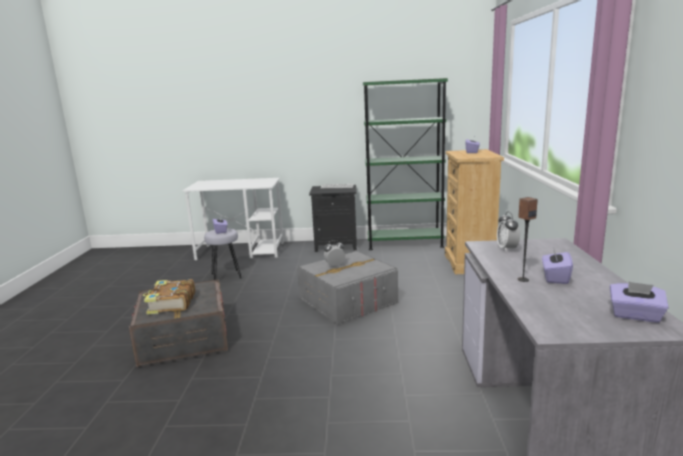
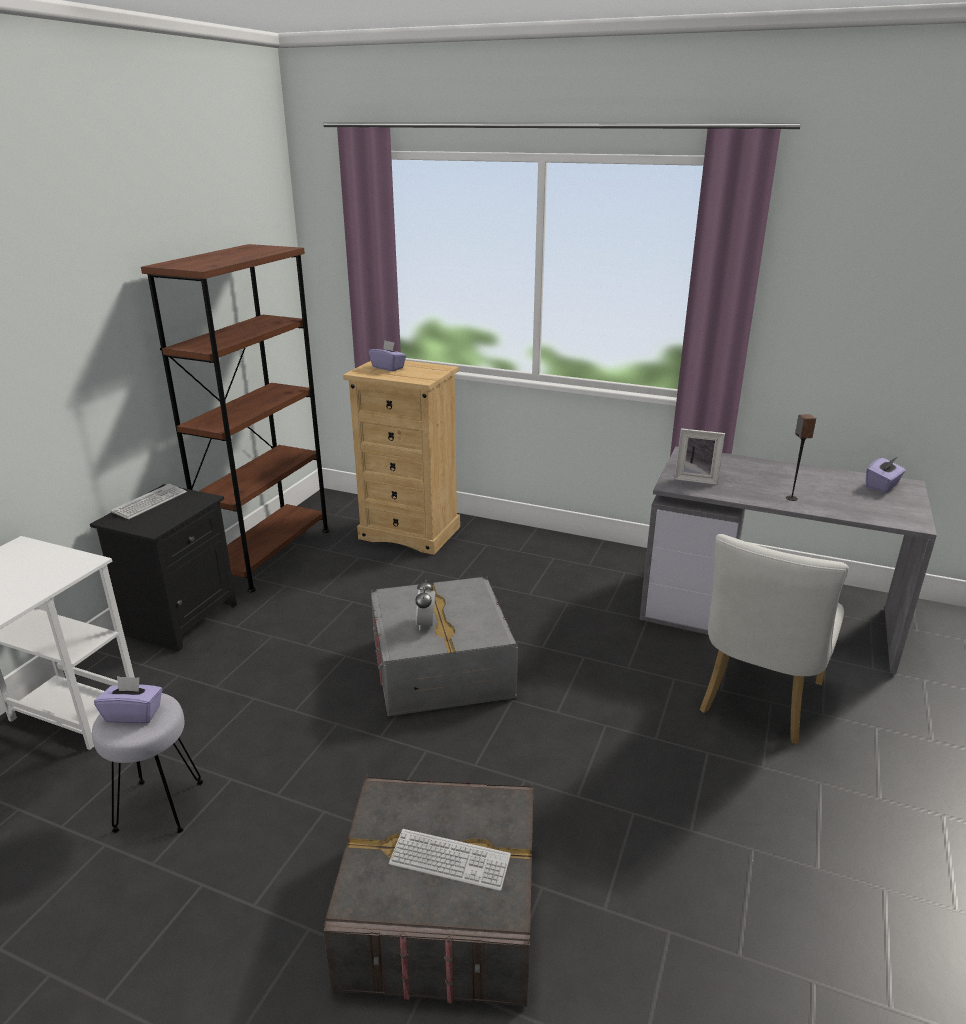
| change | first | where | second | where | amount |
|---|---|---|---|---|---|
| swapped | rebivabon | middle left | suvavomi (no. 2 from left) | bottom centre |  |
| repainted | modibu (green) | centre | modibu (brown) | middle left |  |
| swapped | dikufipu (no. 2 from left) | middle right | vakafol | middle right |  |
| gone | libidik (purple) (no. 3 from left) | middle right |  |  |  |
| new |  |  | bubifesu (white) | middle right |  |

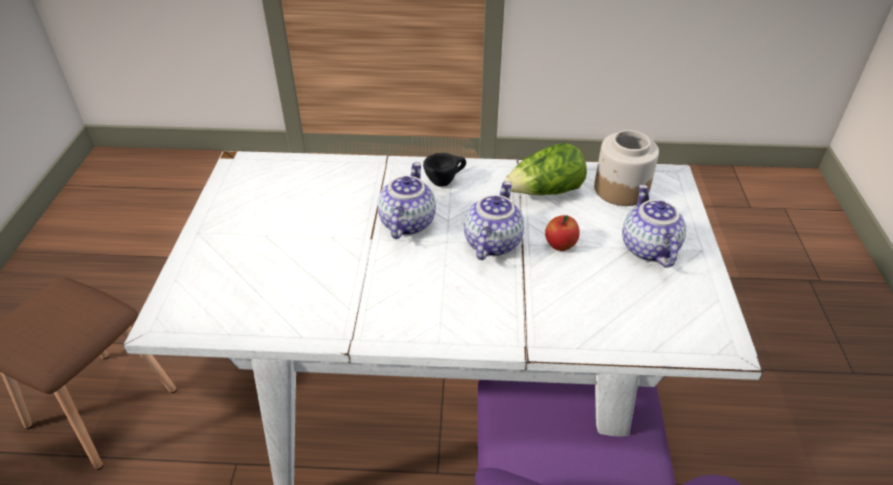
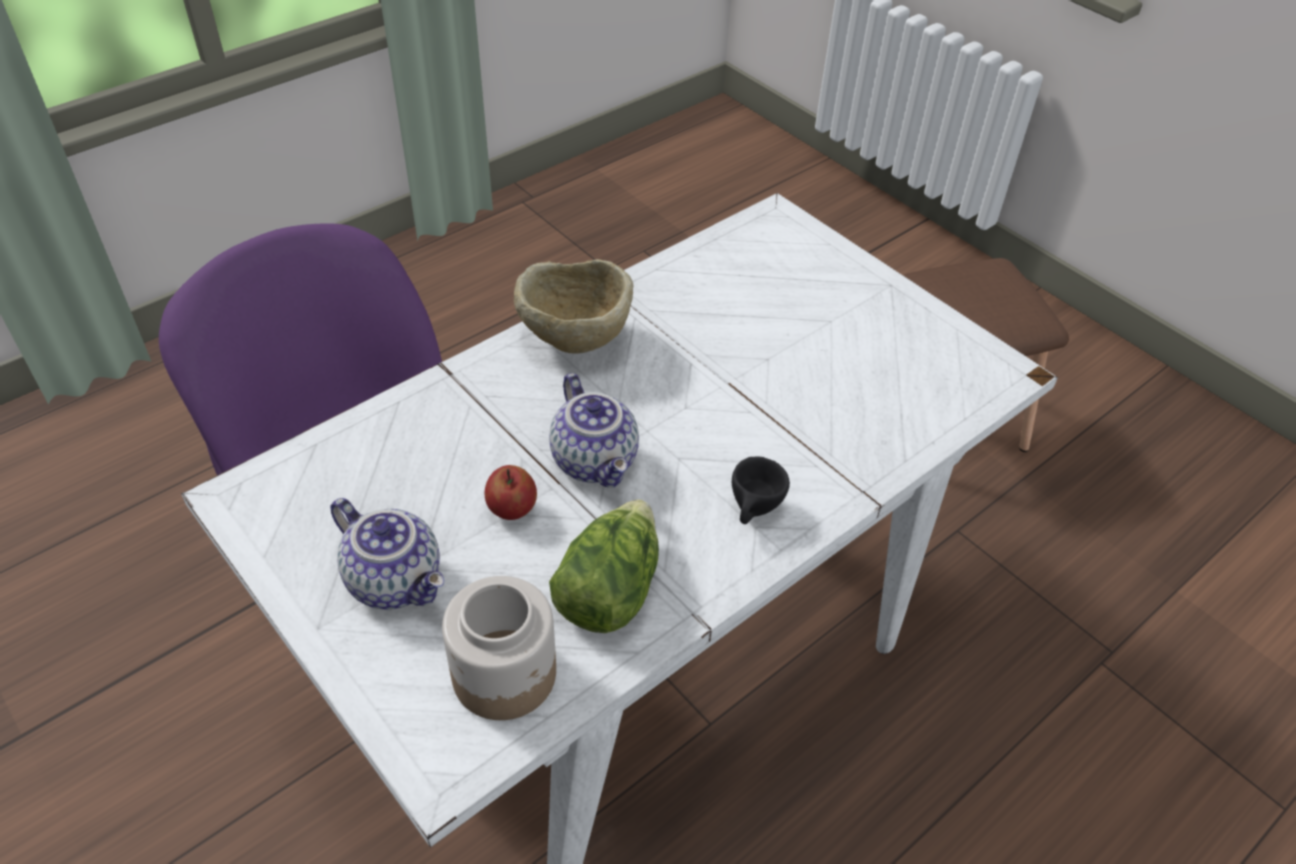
| change | first | where | second | where | amount |
|---|---|---|---|---|---|
| gone | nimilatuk (no. 1 from left) | centre |  |  |  |
| new |  |  | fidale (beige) | centre |  |

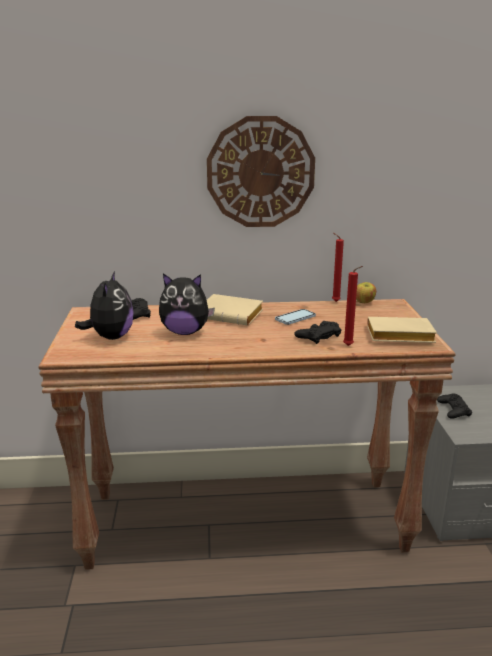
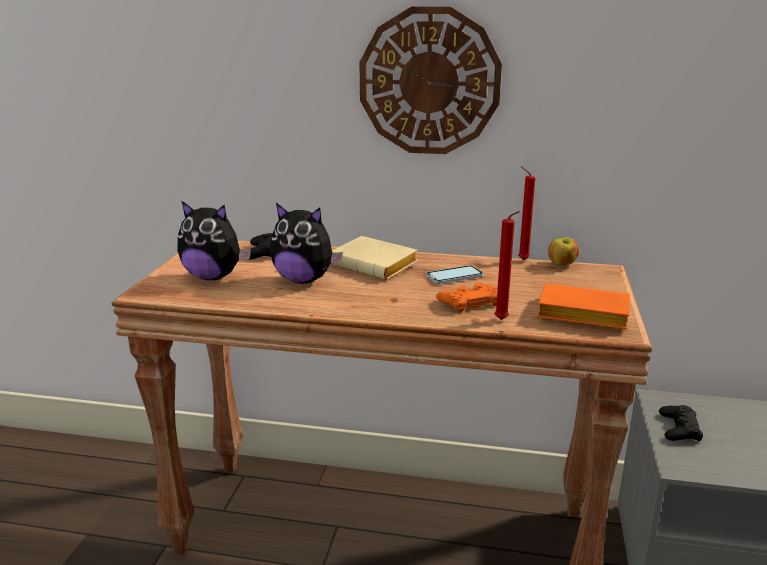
| change | first | where | second | where | amount |
|---|---|---|---|---|---|
| rotated | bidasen (no. 1 from left) | middle left |  | middle left | 90 degrees clockwise |
| repainted | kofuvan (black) (no. 2 from left) | centre | kofuvan (orange) | centre |  |
| repainted | rebivabon (beige) (no. 2 from left) | middle right | rebivabon (orange) | middle right |  |

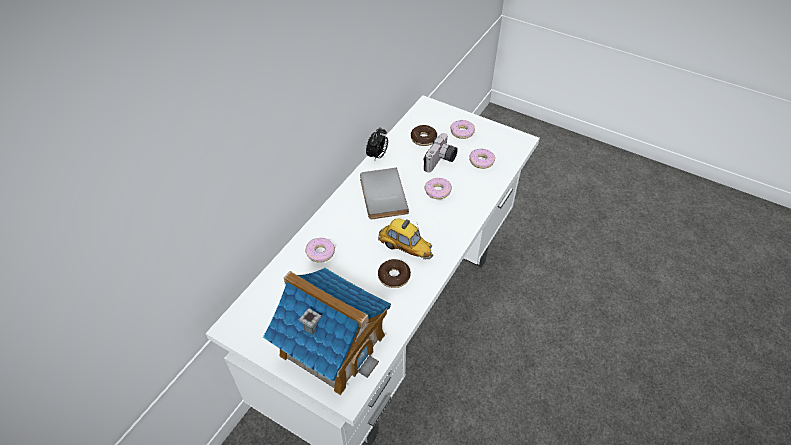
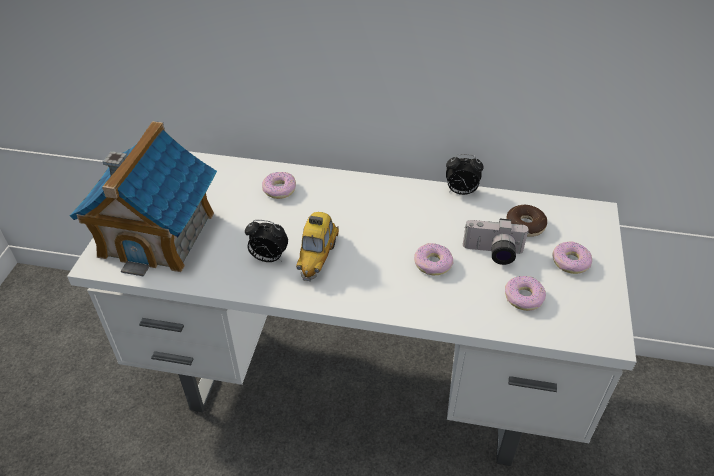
| change | first | where | second | where | amount |
|---|---|---|---|---|---|
| gone | rebivabon (grey) | centre |  |  |  |
| swapped | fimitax (no. 2 from left) | centre | dikufipu (no. 1 from left) | centre |  |

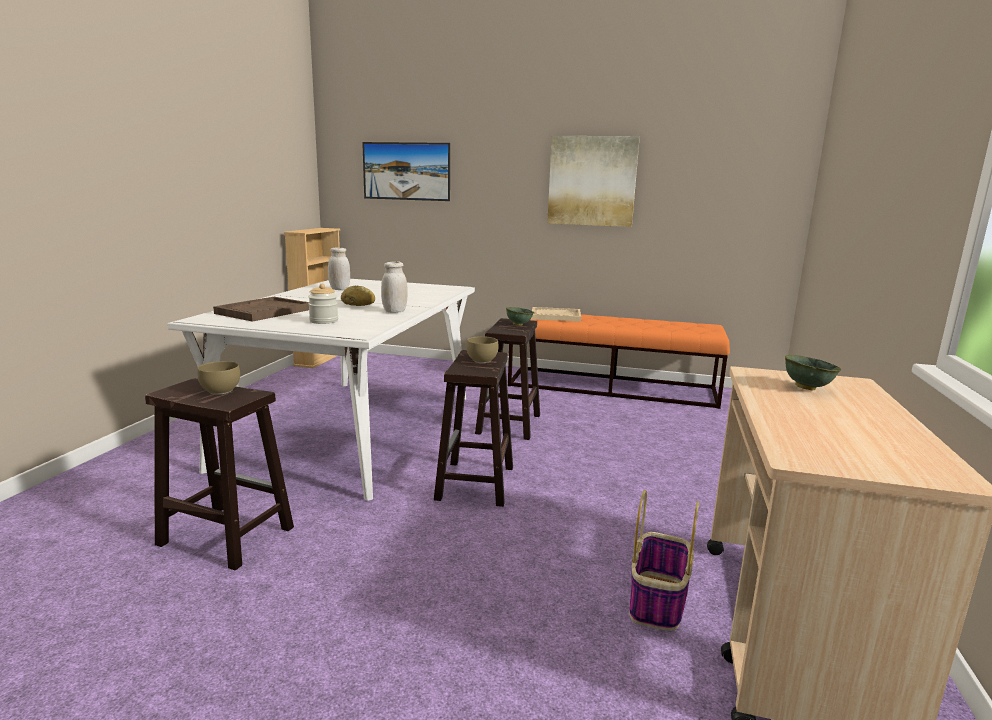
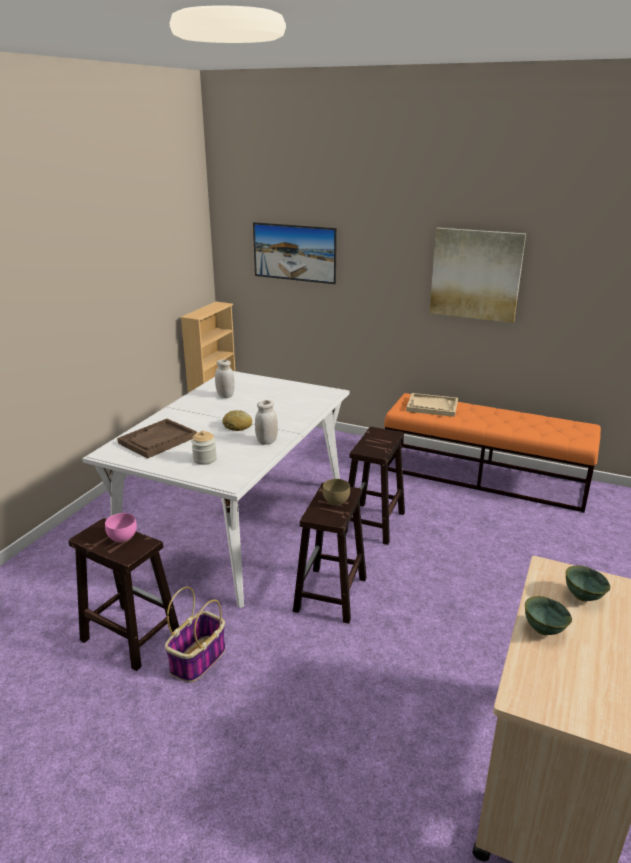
| change | first | where | second | where | amount |
|---|---|---|---|---|---|
| repainted | fidale (brown) (no. 1 from left) | middle left | fidale (pink) | middle left |  |
| shifted | fidale (green) (no. 1 from left) | centre |  | bottom right |  |
| shifted | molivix | bottom right |  | bottom left |  |

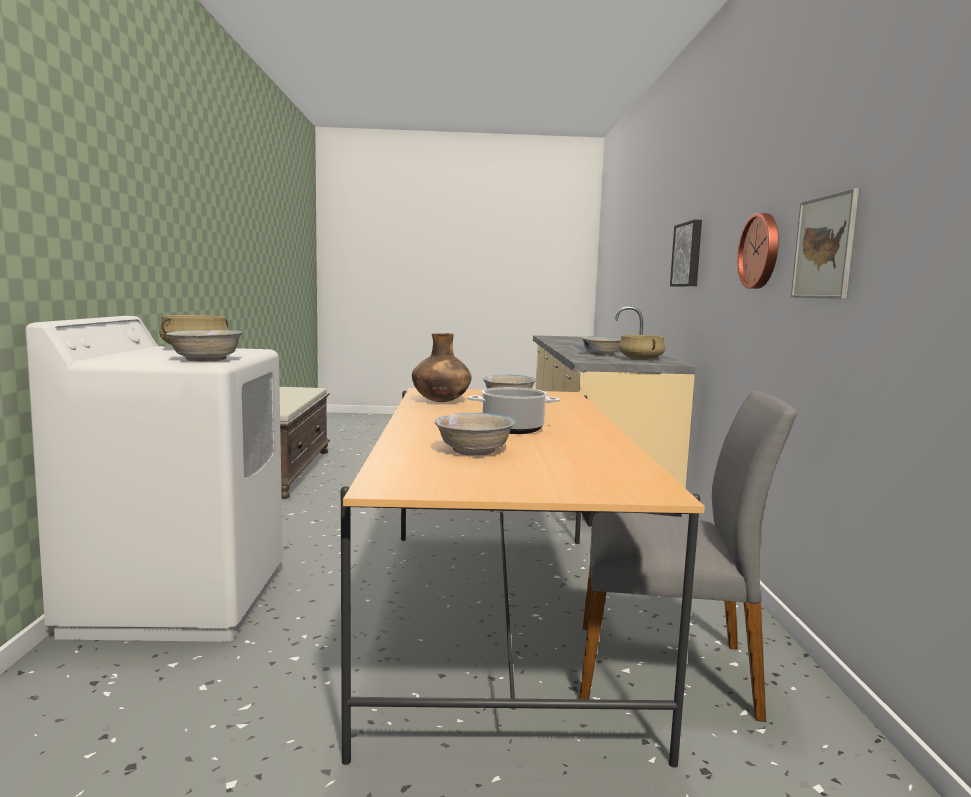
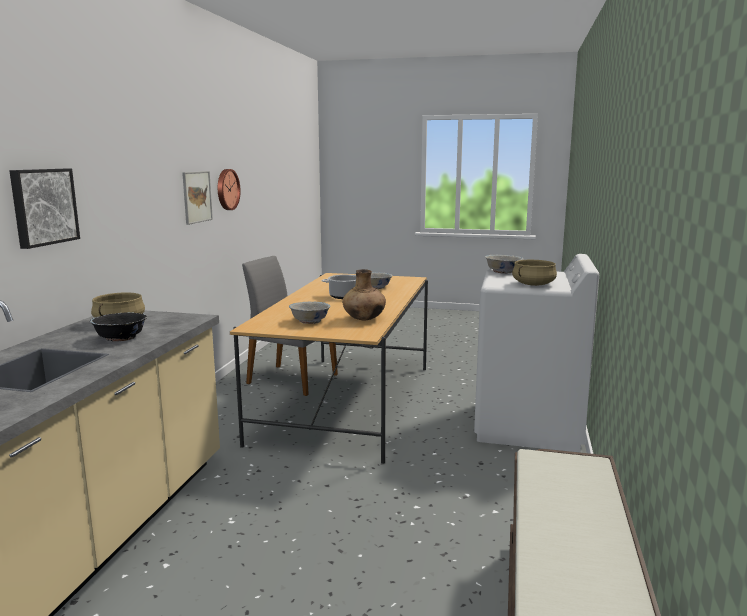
| change | first | where | second | where | amount |
|---|---|---|---|---|---|
| repainted | fidale (white) (no. 4 from left) | centre | fidale (black) | middle left |  |
| shifted | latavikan | top right |  | top left |  |

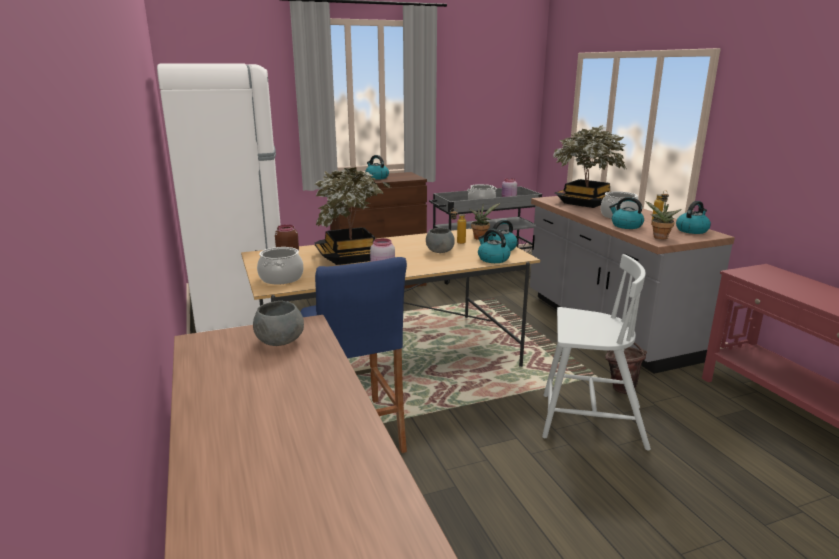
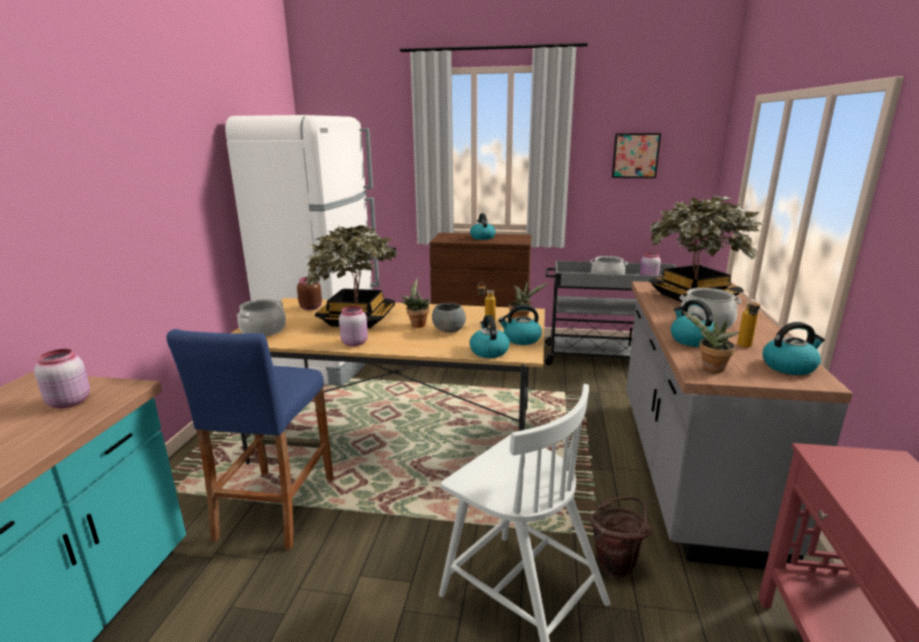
| change | first | where | second | where | amount |
|---|---|---|---|---|---|
| swapped | fidale (grey) (no. 1 from left) | middle left | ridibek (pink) (no. 1 from left) | middle left |  |
| new |  |  | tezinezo (no. 2 from left) | centre |  |
| new |  |  | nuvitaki | top right |  |

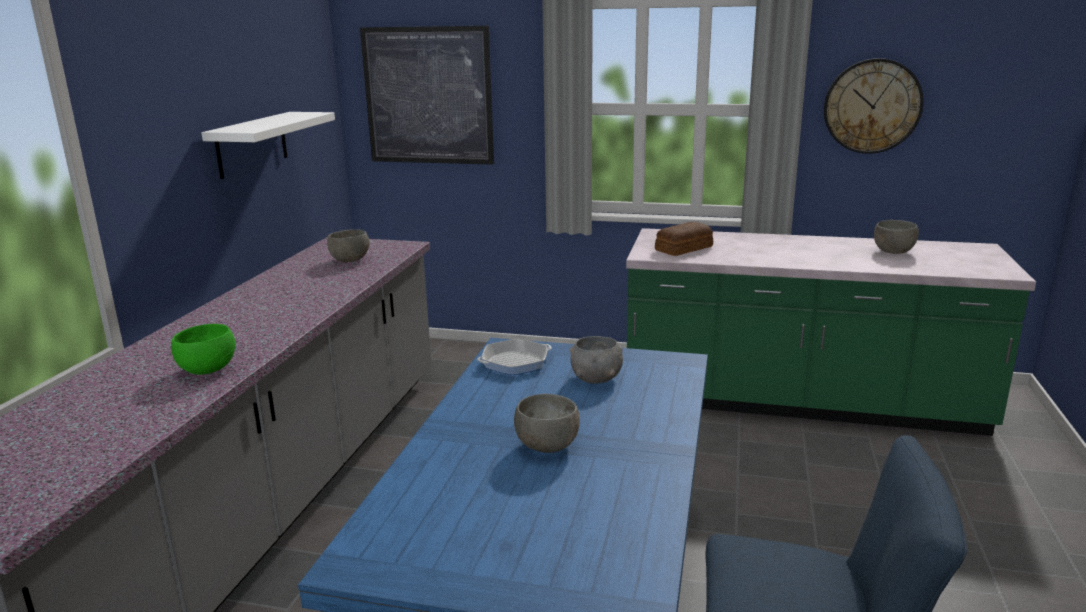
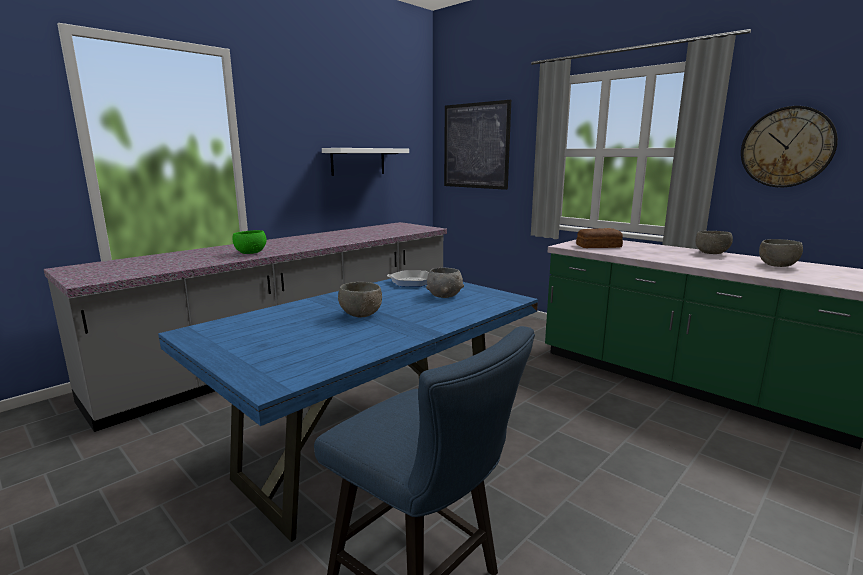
| change | first | where | second | where | amount |
|---|---|---|---|---|---|
| shifted | fidale (grey) (no. 1 from left in the first image) | middle left | fidale (grey) (no. 3 from left) | middle right |  |

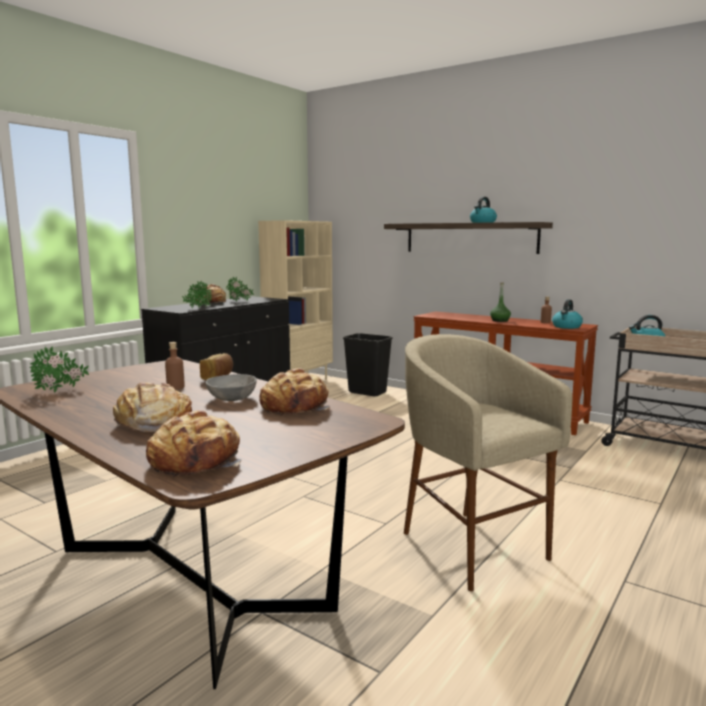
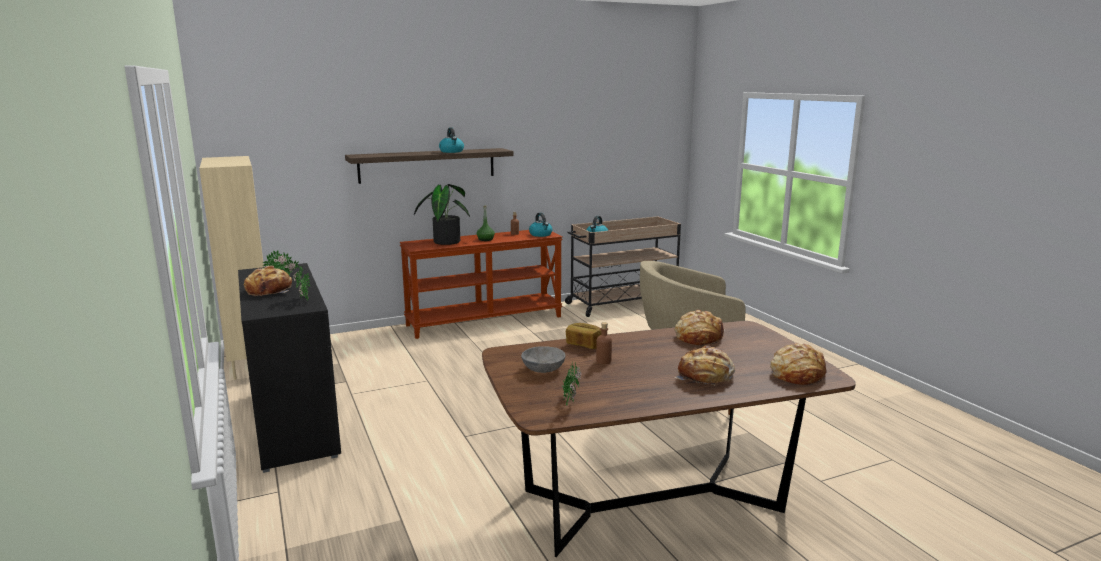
| change | first | where | second | where | amount |
|---|---|---|---|---|---|
| shifted | fidale (grey) | middle left |  | centre |  |
| gone | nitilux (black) | centre |  |  |  |
| new |  |  | tezinezo (no. 3 from left) | centre |  |

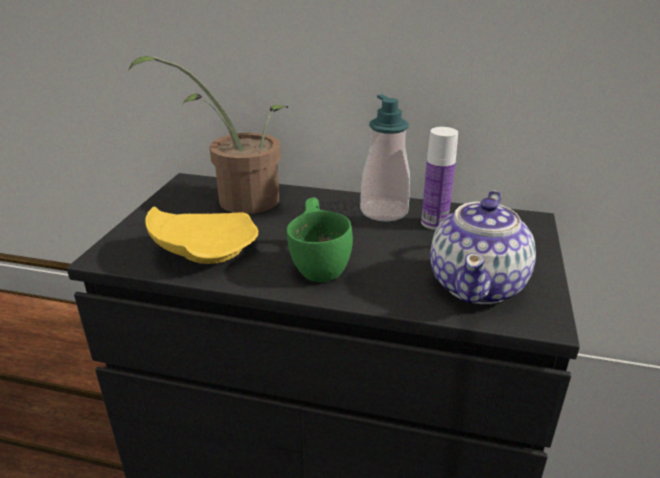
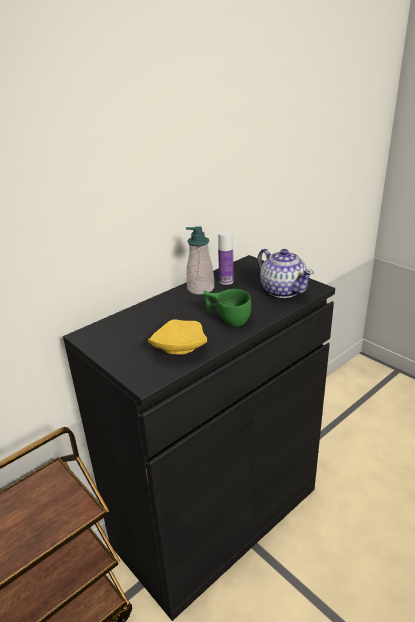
| change | first | where | second | where | amount |
|---|---|---|---|---|---|
| gone | tezinezo | top left |  |  |  |

